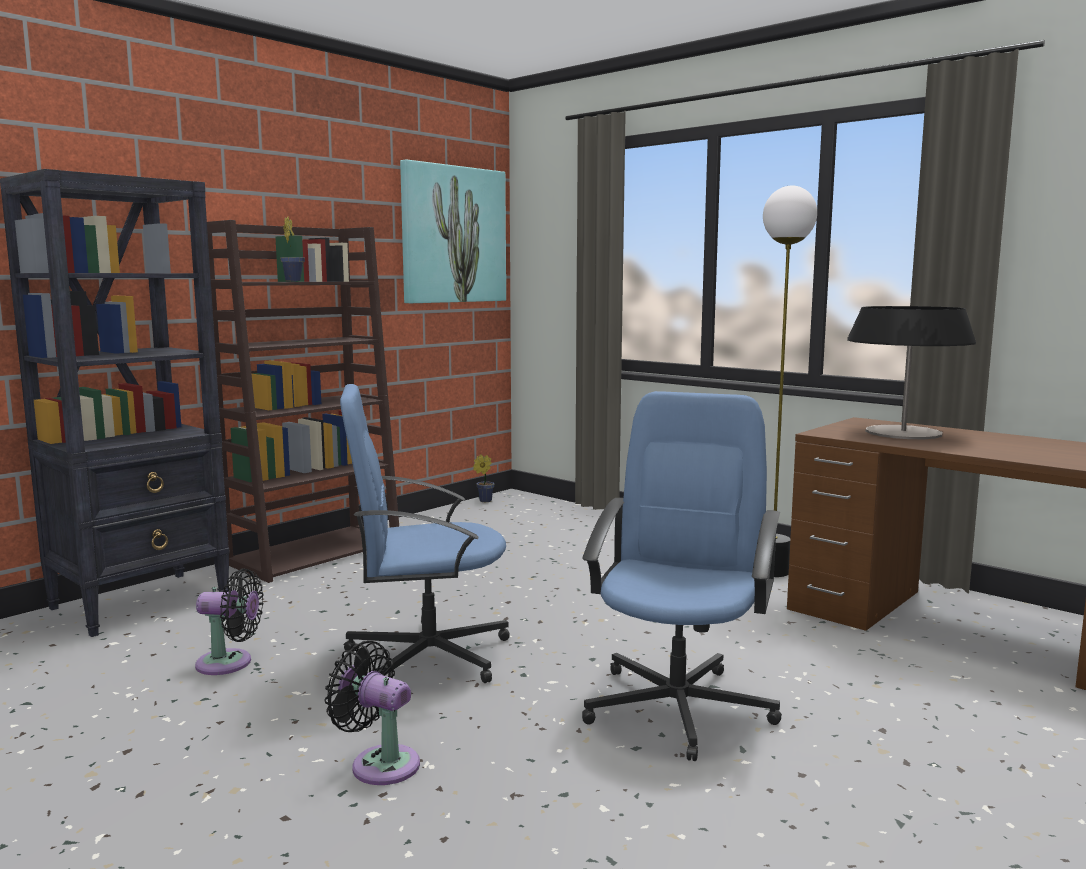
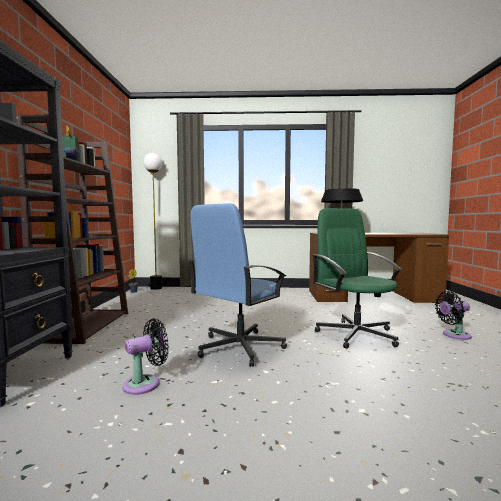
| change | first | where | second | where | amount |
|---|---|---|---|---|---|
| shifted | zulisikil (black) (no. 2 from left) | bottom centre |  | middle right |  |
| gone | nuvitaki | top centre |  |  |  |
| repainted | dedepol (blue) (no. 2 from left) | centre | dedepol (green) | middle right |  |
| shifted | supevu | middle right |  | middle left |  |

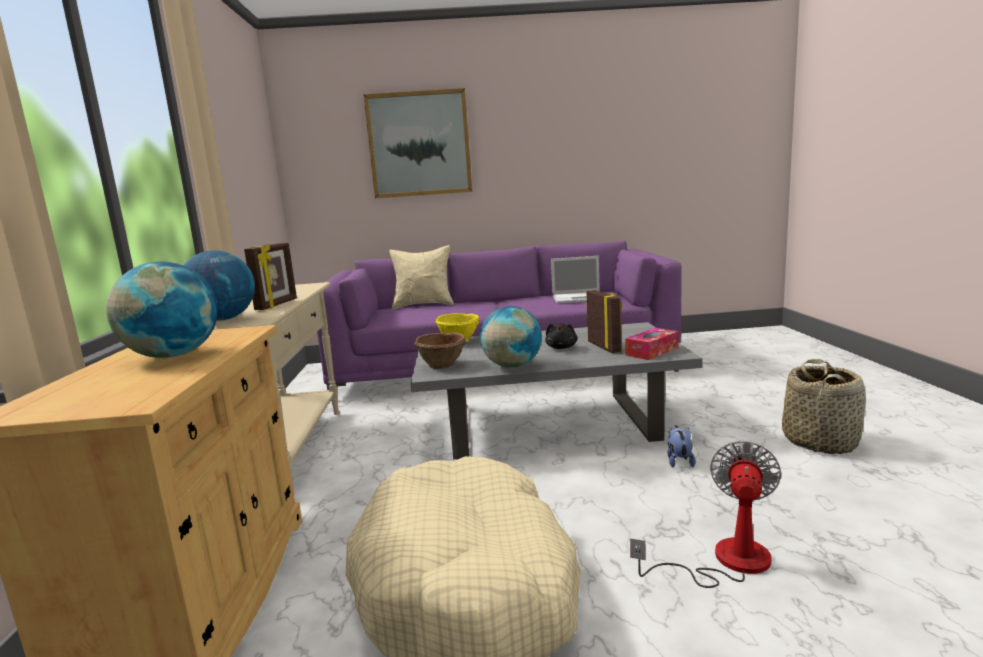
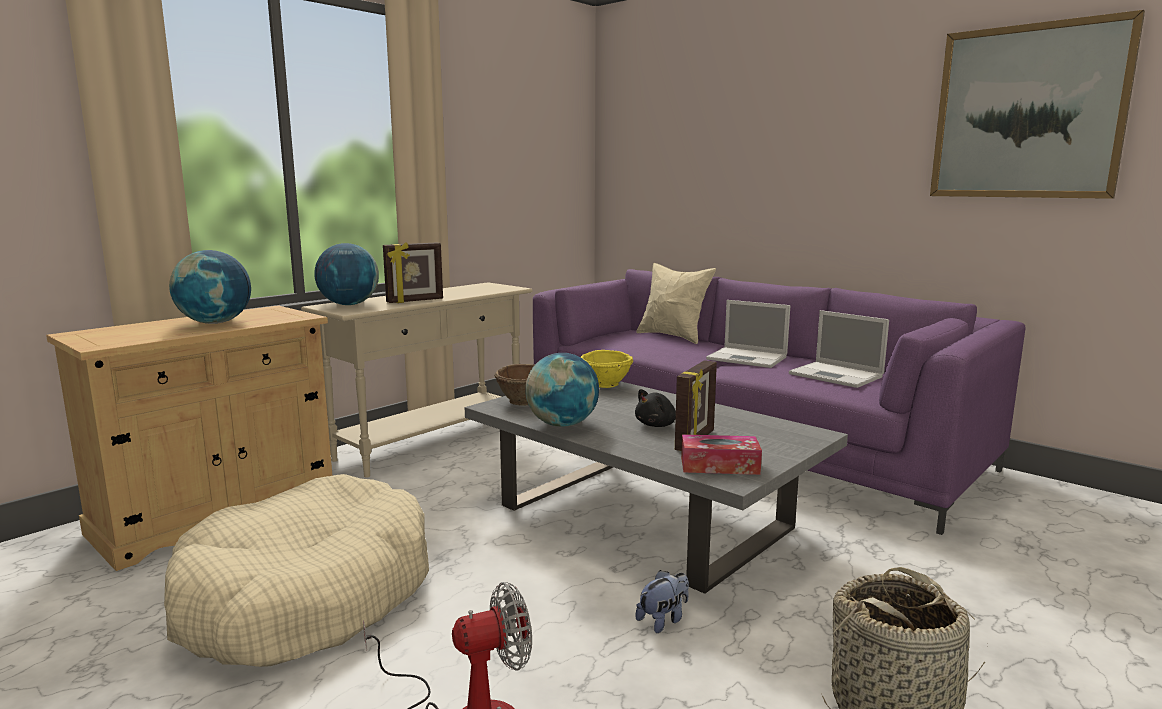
| change | first | where | second | where | amount |
|---|---|---|---|---|---|
| shifted | nuvitaki | top centre |  | top right |  |
| new |  |  | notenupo (no. 1 from left) | centre |  |

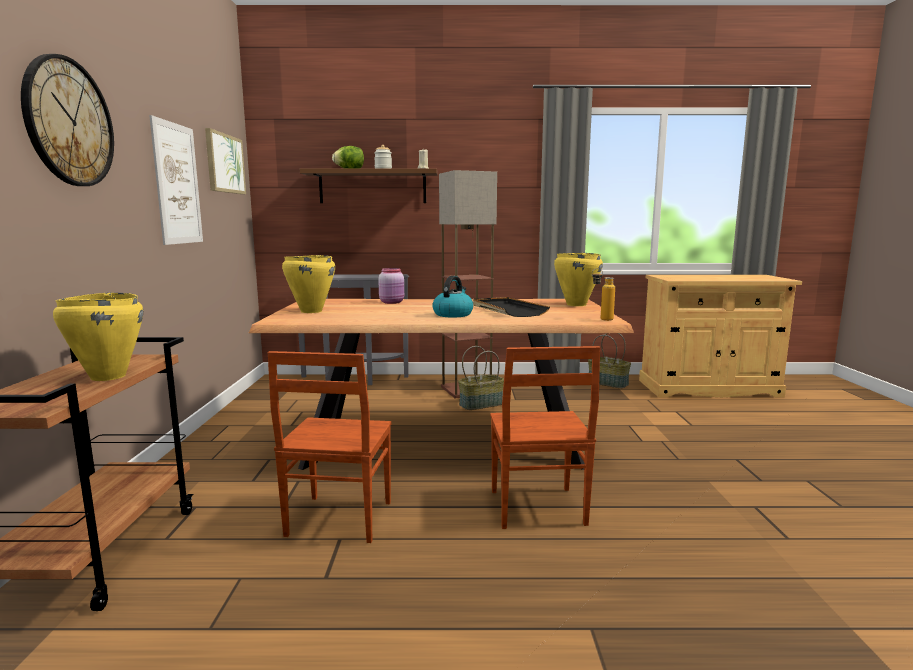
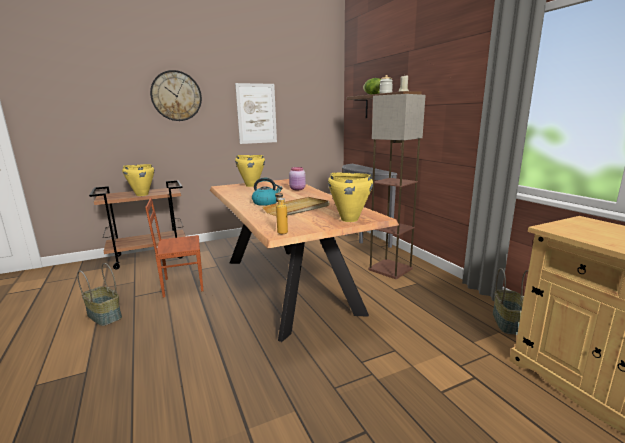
| change | first | where | second | where | amount |
|---|---|---|---|---|---|
| gone | nuvitaki (no. 2 from left) | top left |  |  |  |
| shifted | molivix (no. 1 from left) | centre |  | middle left |  |
| repainted | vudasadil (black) | centre | vudasadil (beige) | centre |  |
| gone | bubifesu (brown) (no. 2 from left) | centre |  |  |  |

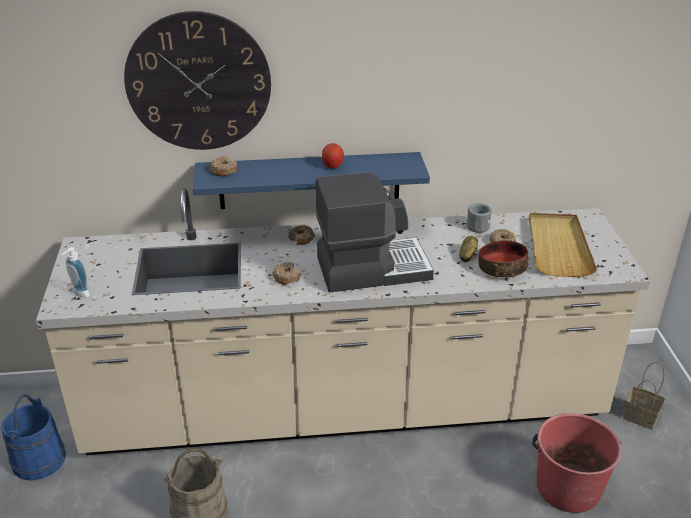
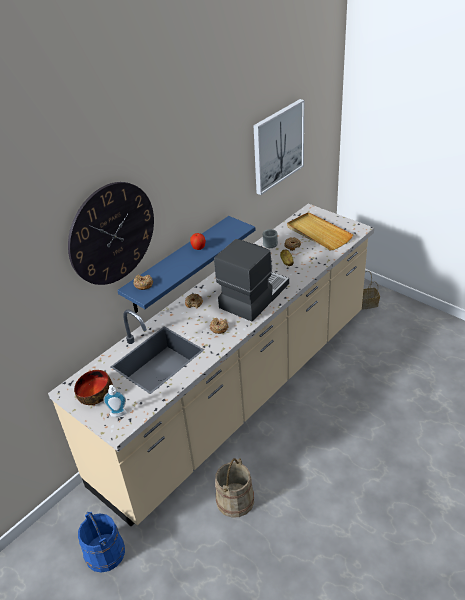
| change | first | where | second | where | amount |
|---|---|---|---|---|---|
| shifted | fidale | middle right |  | middle left |  |
| gone | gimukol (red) | bottom right |  |  |  |
| new |  |  | nuvitaki | top centre |  |

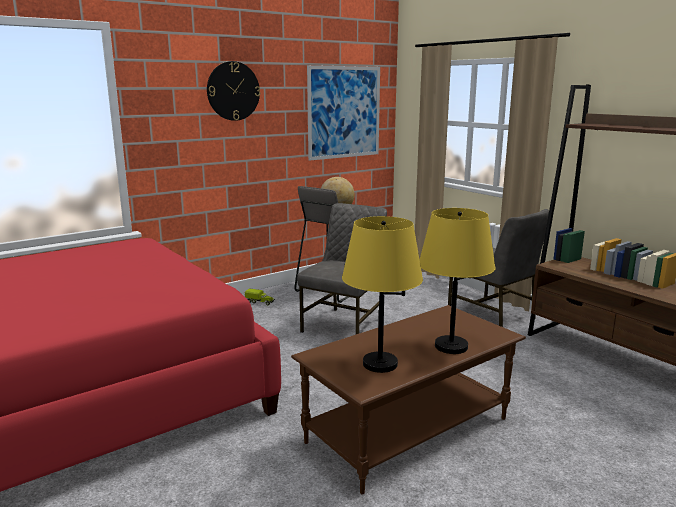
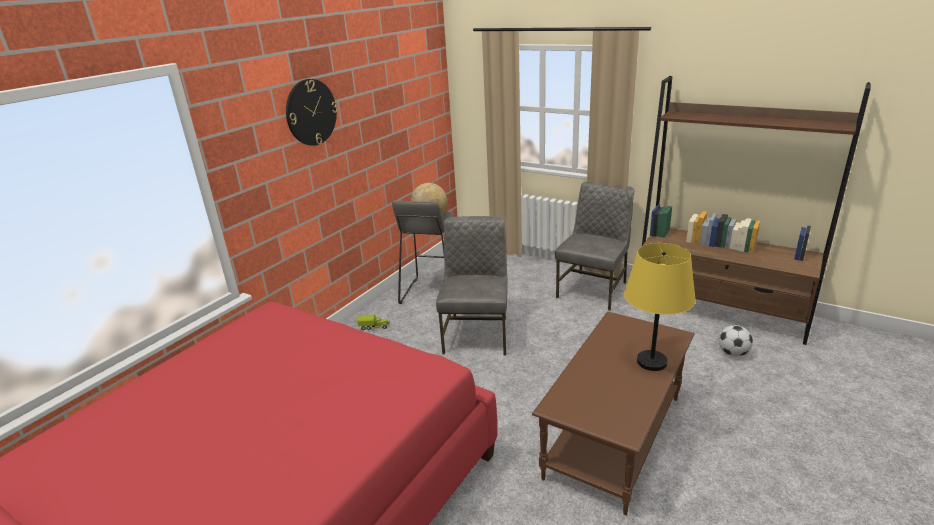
| change | first | where | second | where | amount |
|---|---|---|---|---|---|
| gone | nuvitaki | top centre |  |  |  |
| gone | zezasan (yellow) (no. 1 from left) | centre |  |  |  |
| rotated | bubifesu (grey) (no. 2 from left) | middle right |  | centre | 90 degrees counterclockwise |
| new |  |  | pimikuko | middle right |  |

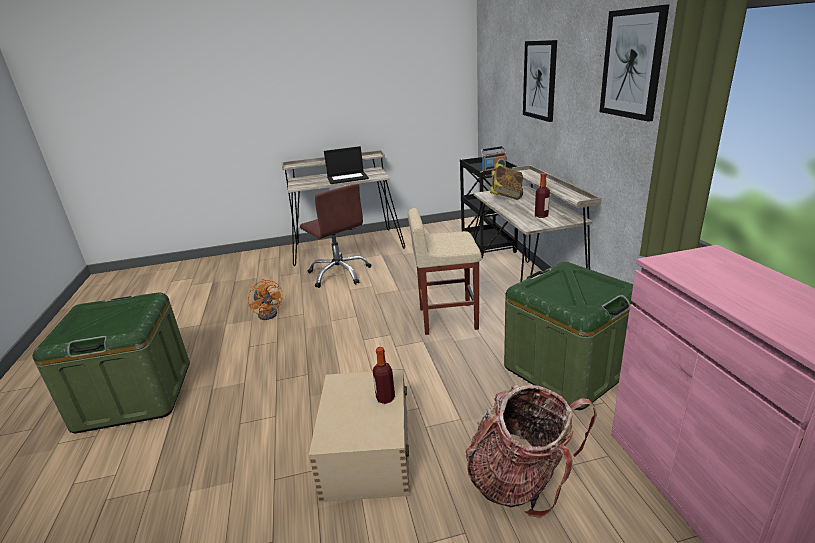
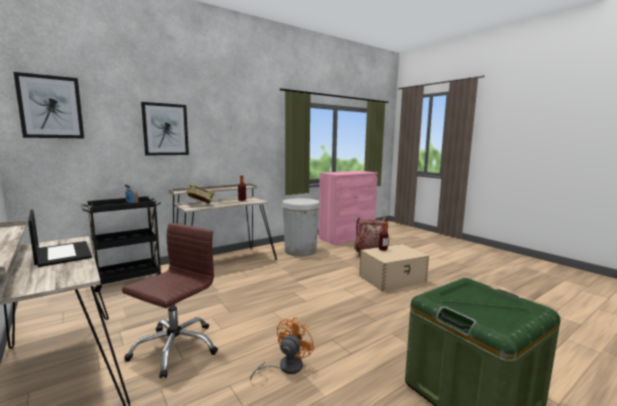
| change | first | where | second | where | amount |
|---|---|---|---|---|---|
| gone | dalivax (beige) | centre |  |  |  |
| swapped | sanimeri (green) (no. 2 from left) | middle right | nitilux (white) | centre |  |
| shifted | nuvitaki (no. 2 from left in the first image) | top right | nuvitaki (no. 1 from left) | top left |  |

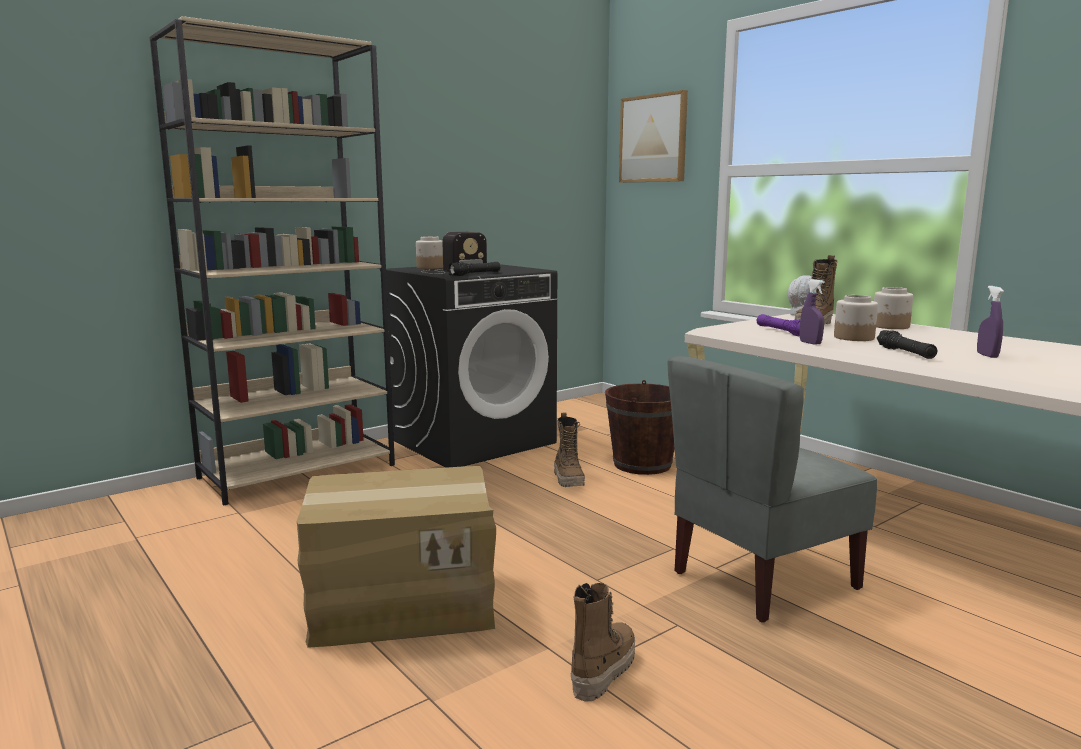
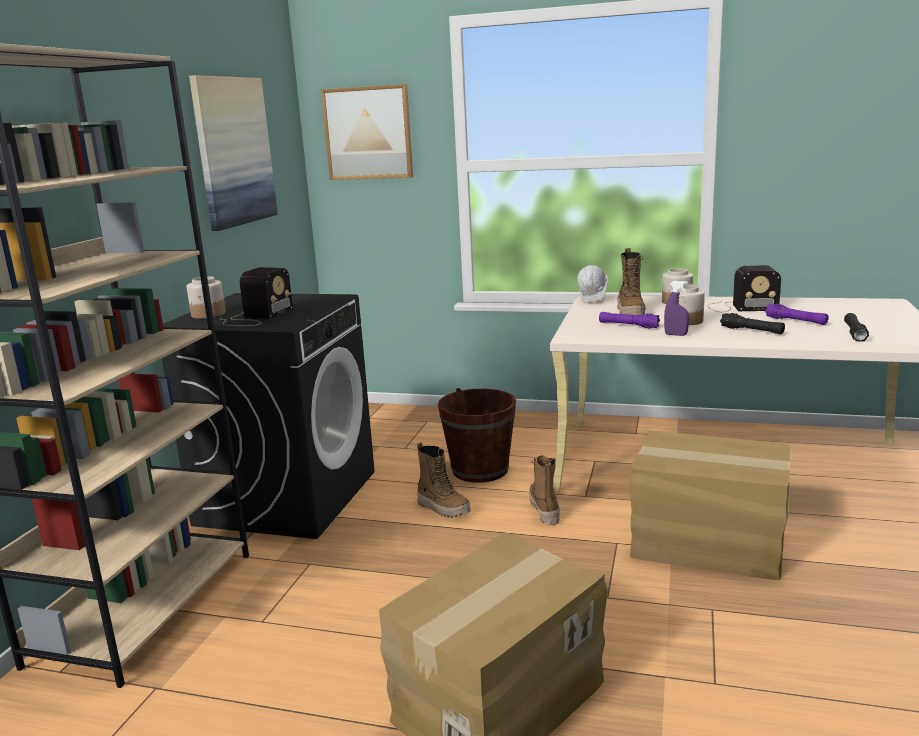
| change | first | where | second | where | amount |
|---|---|---|---|---|---|
| shifted | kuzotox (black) (no. 1 from left in the first image) | centre | kuzotox (black) (no. 2 from left) | middle right |  |
| shifted | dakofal (no. 2 from left) | bottom centre |  | centre |  |
| swapped | bubifesu (grey) | middle right | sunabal (no. 2 from left) | bottom right |  |
| swapped | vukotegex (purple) (no. 2 from left) | middle right | kuzotox (purple) (no. 2 from left) | middle right |  |
| new |  |  | nuvitaki (no. 1 from left) | top left |  |
| new |  |  | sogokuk (no. 2 from left) | middle right |  |

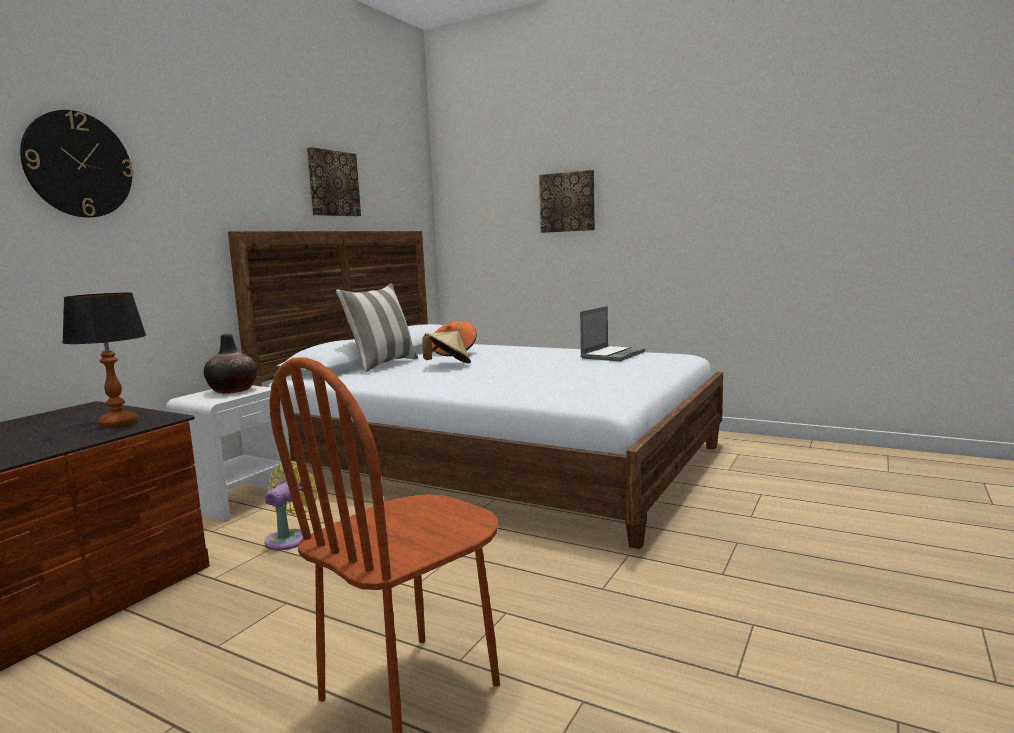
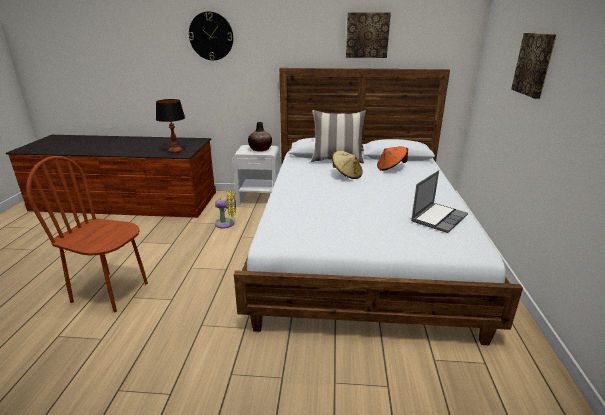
| change | first | where | second | where | amount |
|---|---|---|---|---|---|
| rotated | notenupo | centre |  | middle right | 60 degrees counterclockwise |

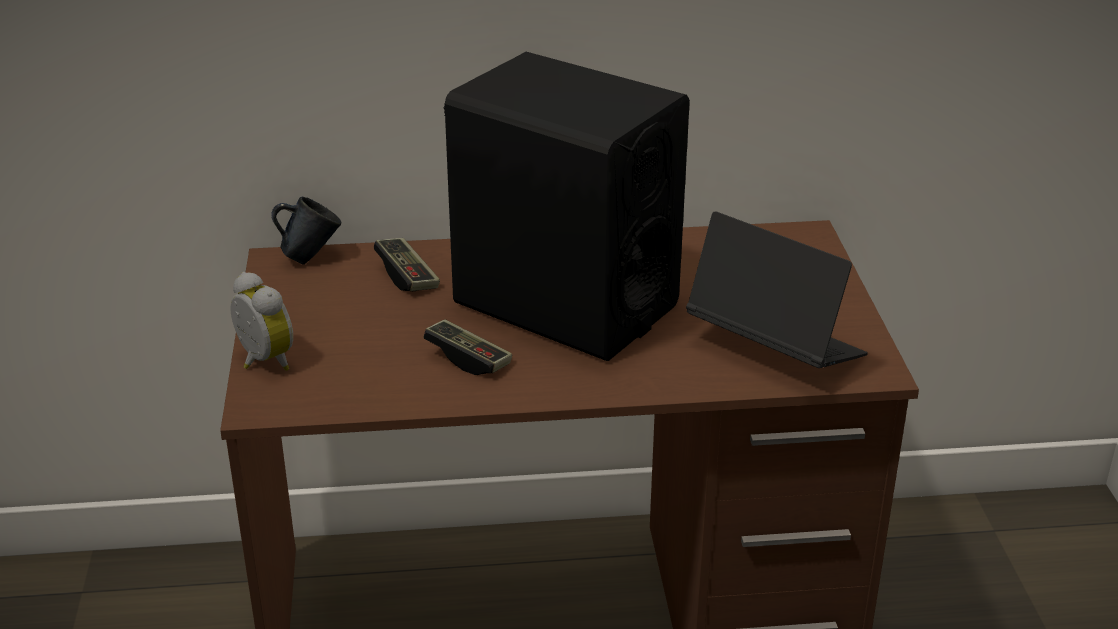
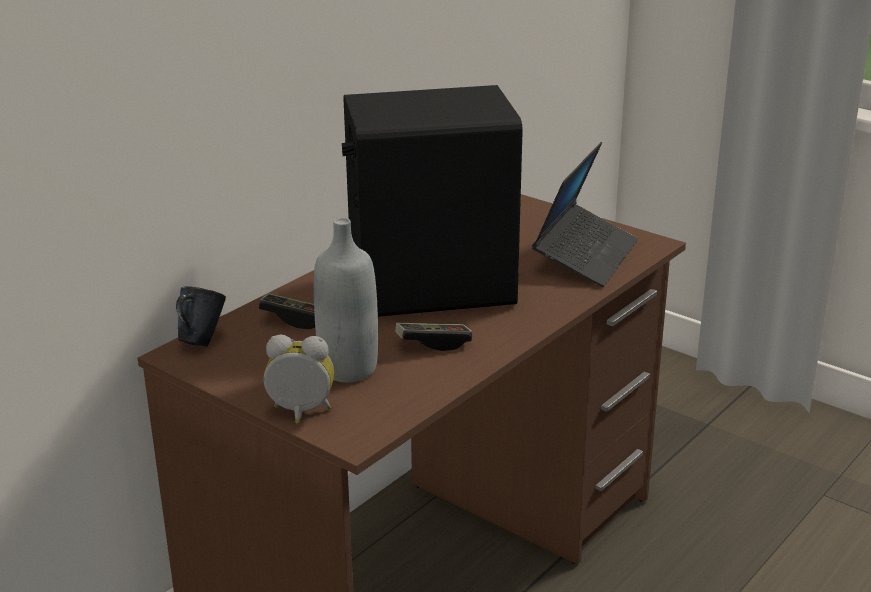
| change | first | where | second | where | amount |
|---|---|---|---|---|---|
| rotated | notenupo | middle right |  | middle right | 120 degrees clockwise |
| new |  |  | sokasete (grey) | centre |  |

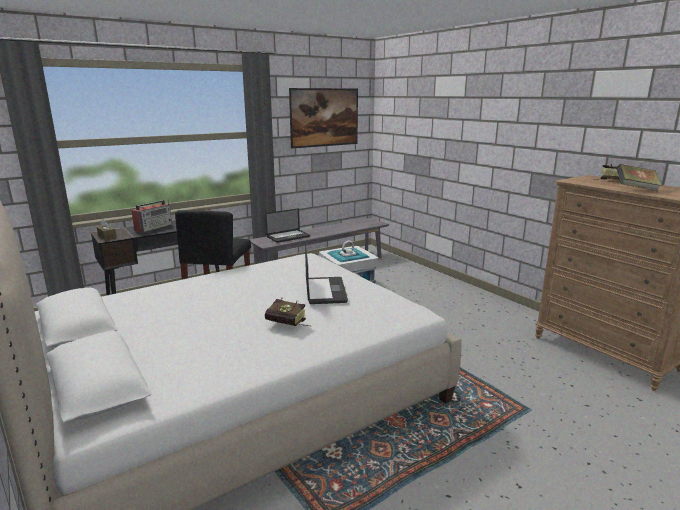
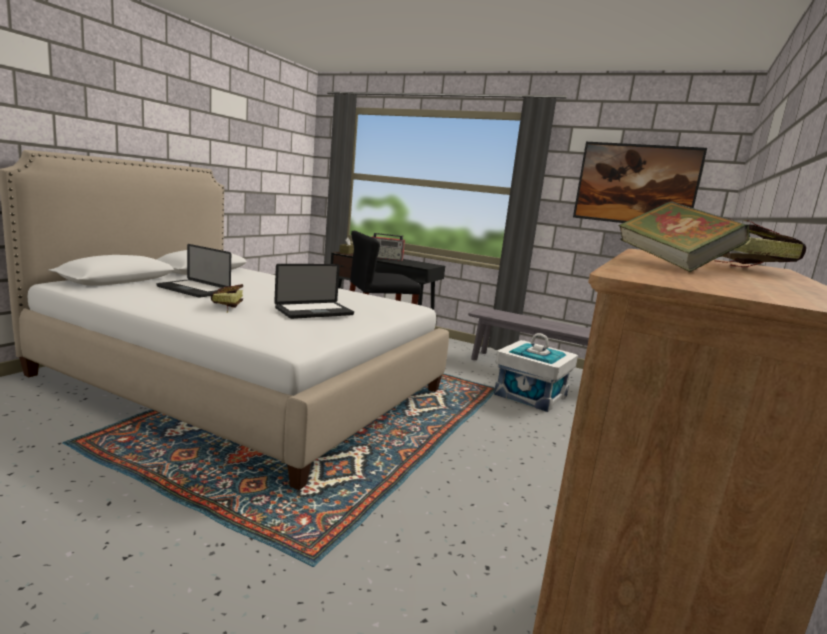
| change | first | where | second | where | amount |
|---|---|---|---|---|---|
| shifted | notenupo (no. 1 from left) | centre |  | middle left |  |

